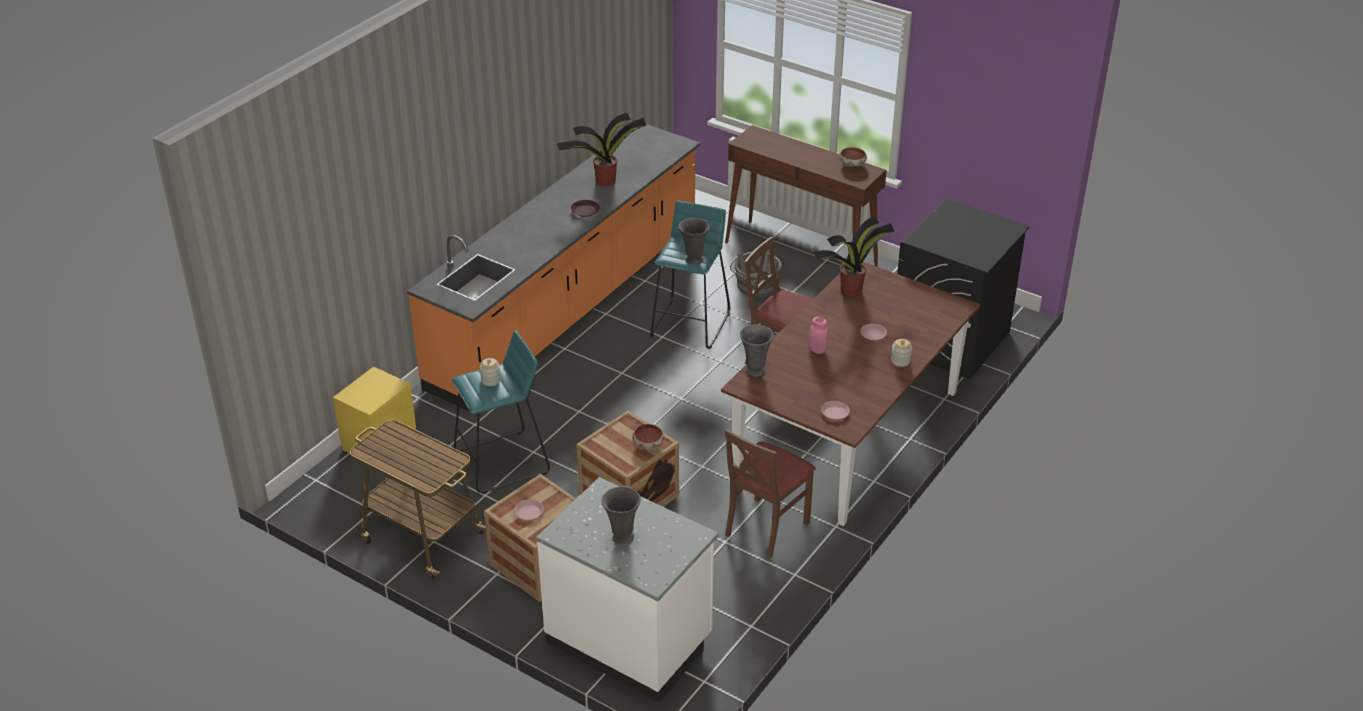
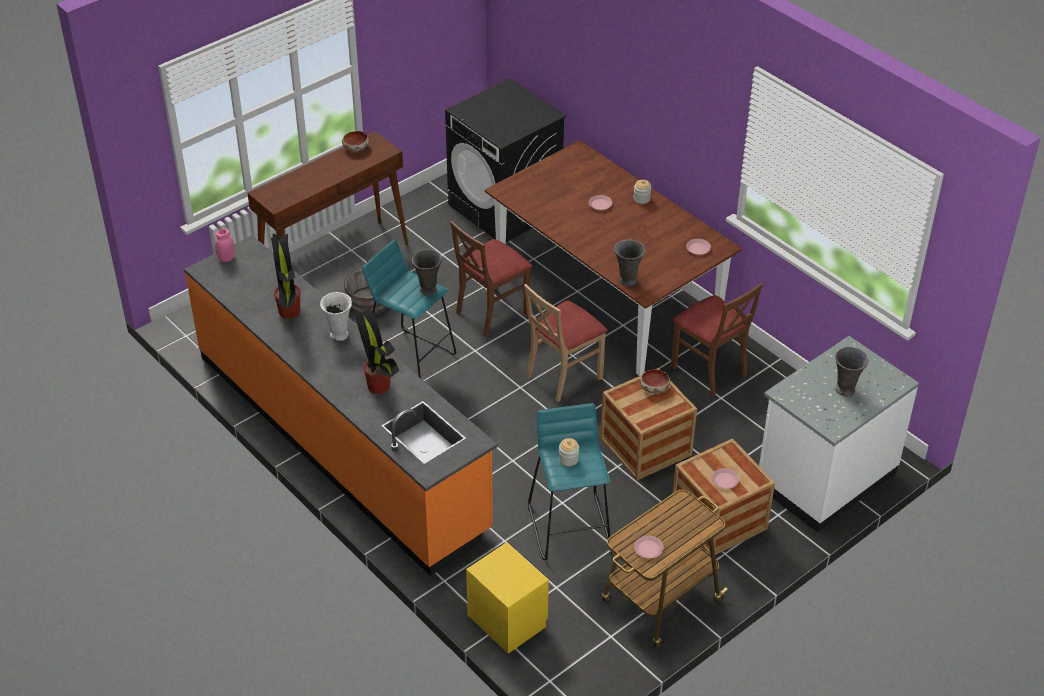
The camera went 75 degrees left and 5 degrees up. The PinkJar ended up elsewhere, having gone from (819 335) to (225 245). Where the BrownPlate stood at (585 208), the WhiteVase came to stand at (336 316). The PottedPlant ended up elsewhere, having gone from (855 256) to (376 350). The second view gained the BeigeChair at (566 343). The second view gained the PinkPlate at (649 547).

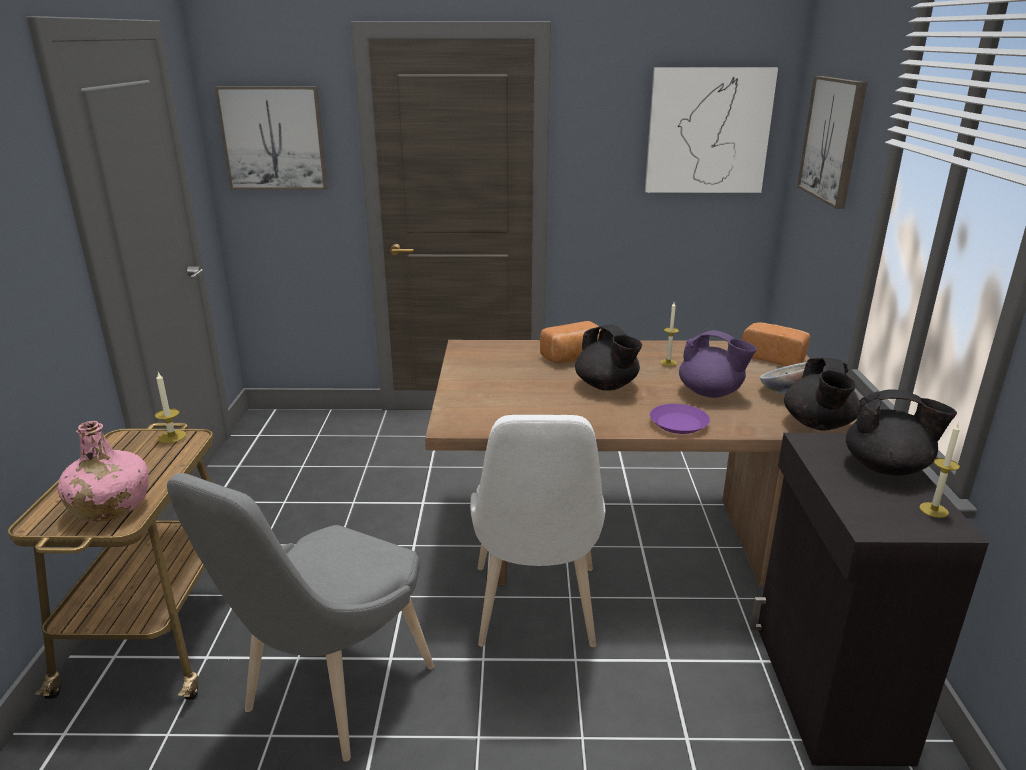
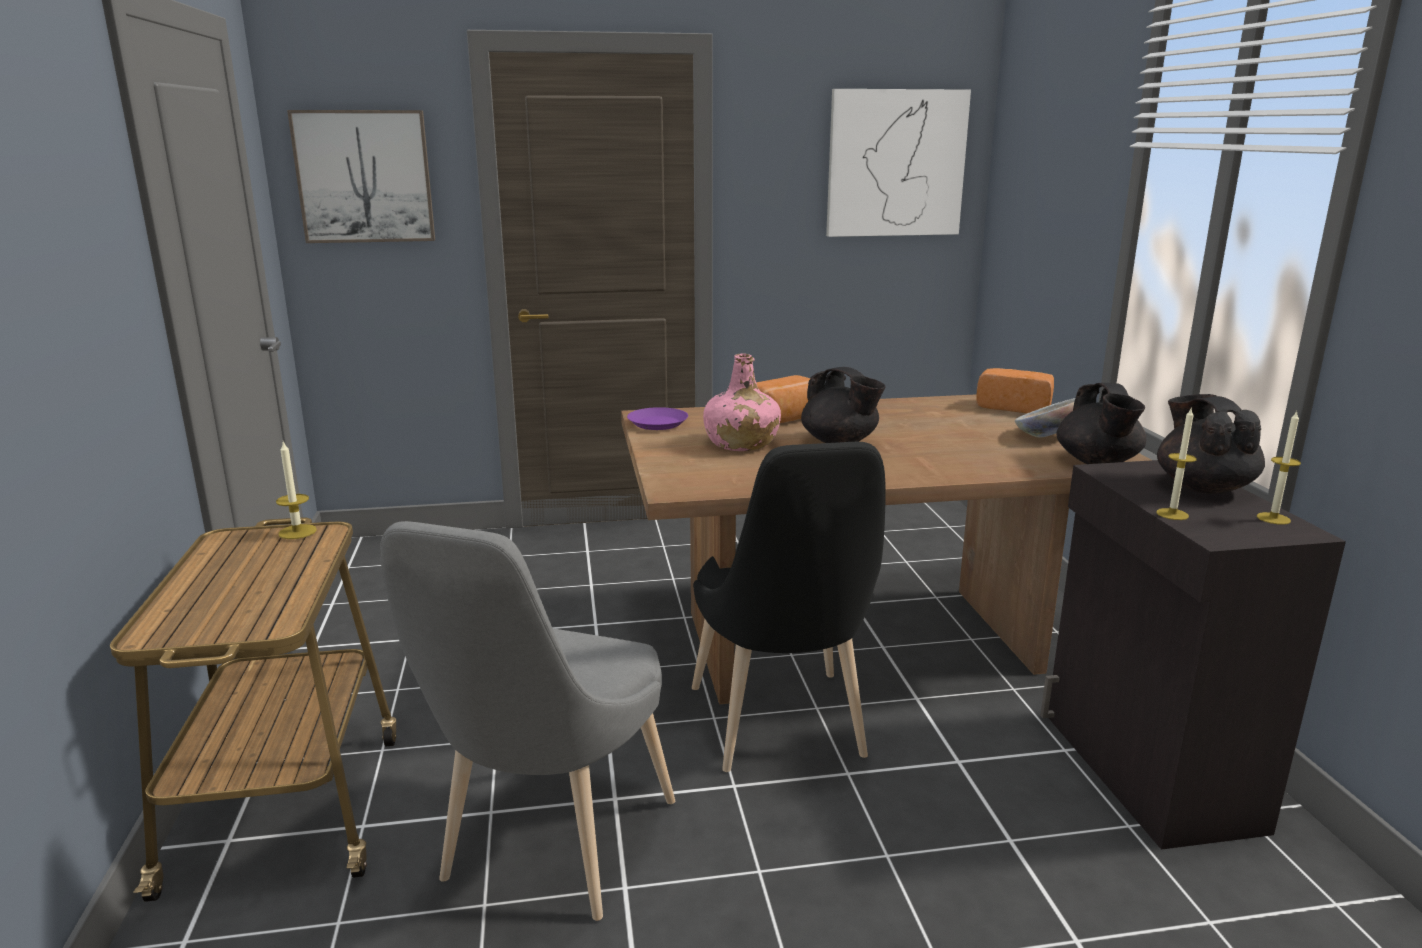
The camera went 10 degrees left and 5 degrees down. The PurplePlate ended up elsewhere, having gone from (680 419) to (657 418). What was the WhiteChair at (537 531) turned into the BlackChair at (789 607). The PinkBottle ended up elsewhere, having gone from (103 471) to (742 402). The BlackTeapot at (901 432) ended up facing another way, 105 degrees counterclockwise from before. The Candle ended up elsewhere, having gone from (669 334) to (1177 463). The second view lost the PurpleTeapot at (718 364). The second view lost the Picture at (832 142).

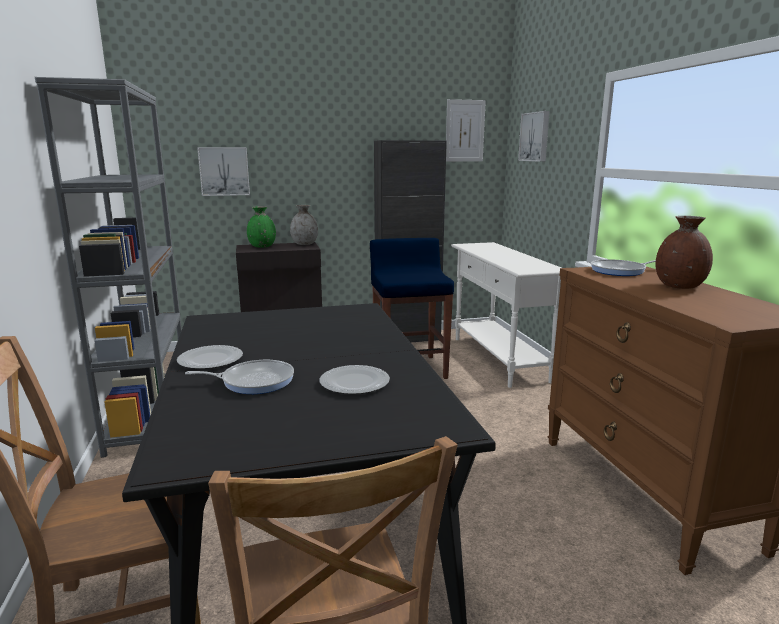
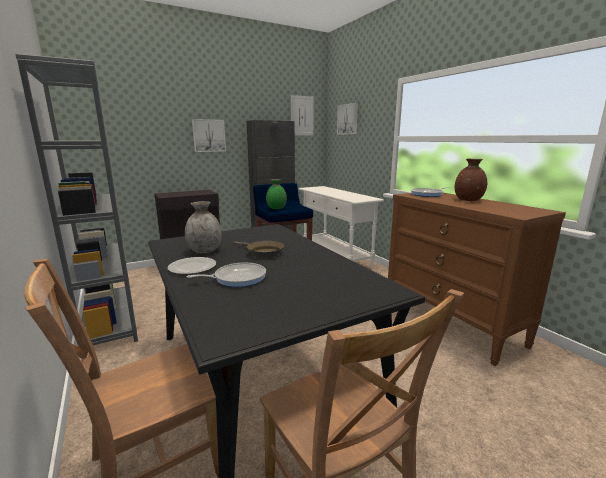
The camera went 15 degrees left and 0 degrees up. The GreyVase ended up elsewhere, having gone from (304 225) to (203 227). The Picture ended up elsewhere, having gone from (223 171) to (209 135). The second view gained the BrownFryingPan at (259 249). The GreenVase ended up elsewhere, having gone from (261 227) to (276 194). The second view lost the Plate at (355 379).

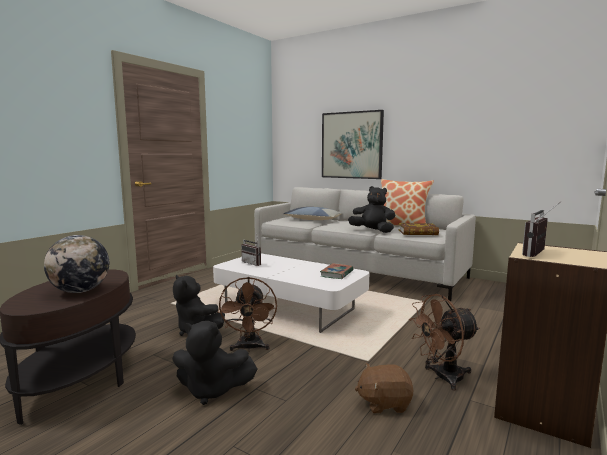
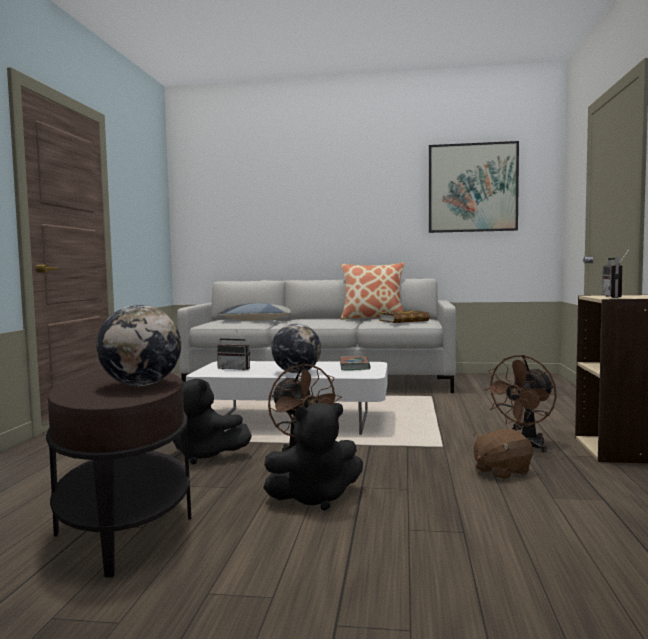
The camera went 25 degrees left and 5 degrees down. The second view gained the Globe at (296 348). The Picture ended up elsewhere, having gone from (353 144) to (474 187). The second view lost the BlackPlushToy at (371 209).

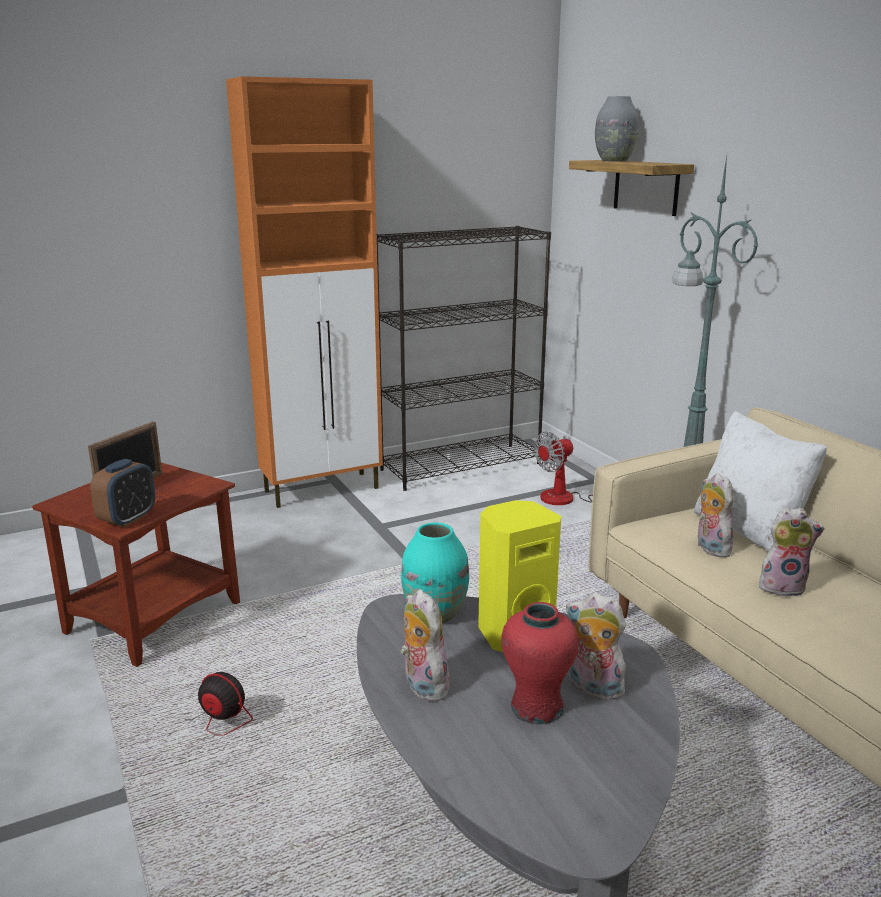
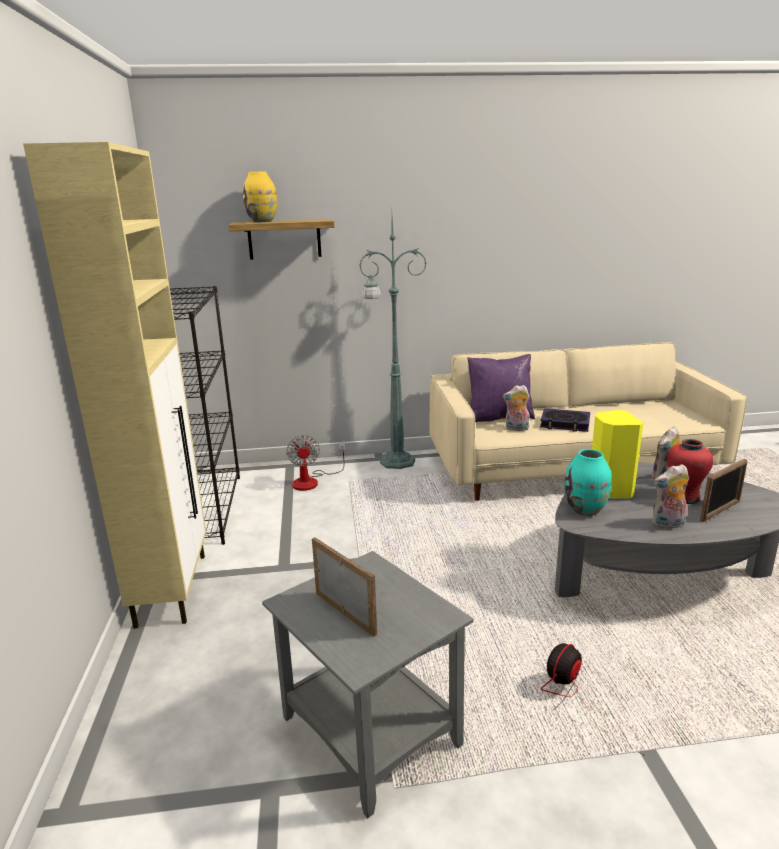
The camera went 70 degrees left and 0 degrees up. What was the OrangeCabinet at (304 292) turned into the BeigeCabinet at (114 385). What was the GreyVase at (617 128) turned into the YellowVase at (260 197). What was the BrownSideTable at (136 565) turned into the GreySideTable at (368 685). What was the WhitePillow at (760 481) turned into the PurplePillow at (501 388). Where the PlushToy stood at (792 552), the Book came to stand at (565 420). The second view gained the PictureFrame at (724 490). The second view lost the AlarmClock at (122 493).

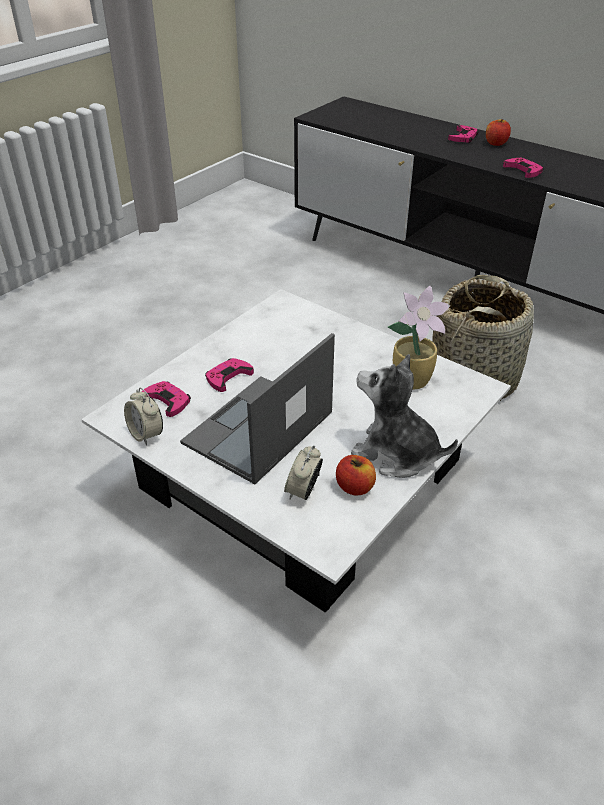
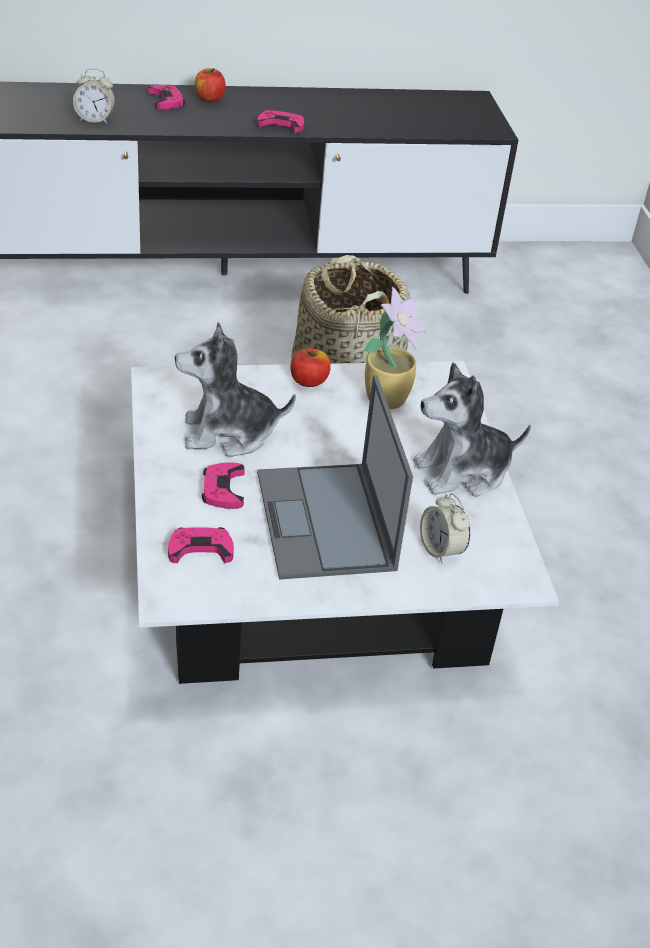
The camera went 50 degrees left and 0 degrees up. The AlarmClock ended up elsewhere, having gone from (143 417) to (94 96). The second view gained the PlushToy at (235 389). The Apple ended up elsewhere, having gone from (356 475) to (310 367).

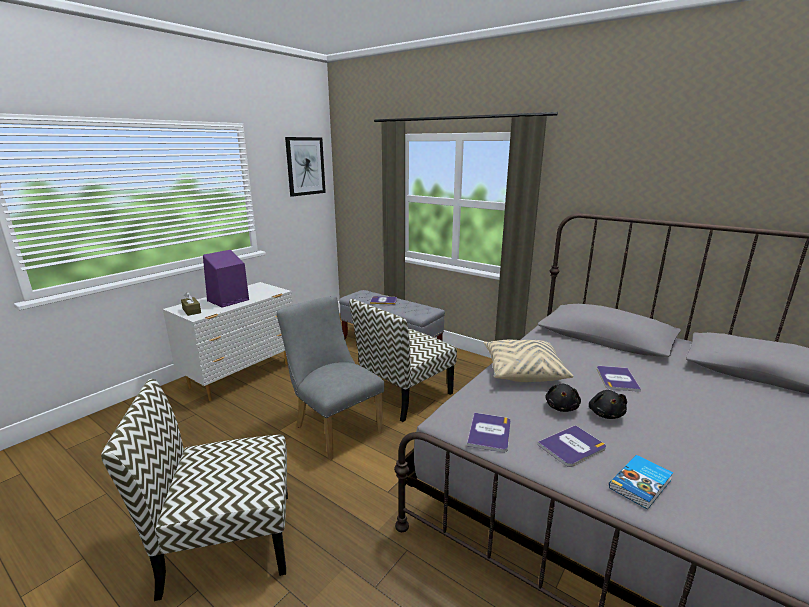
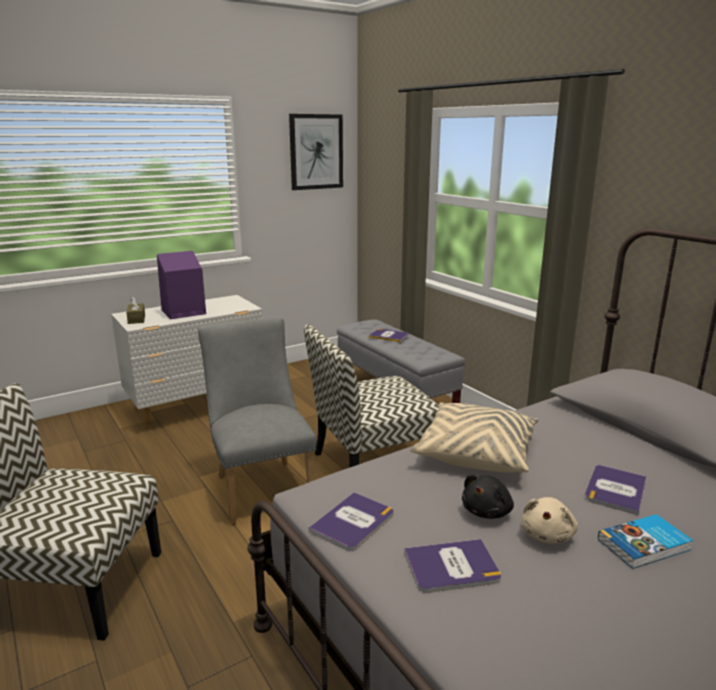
The camera went 20 degrees right and 0 degrees up. What was the BlackPlushToy at (608 404) turned into the BeigePlushToy at (550 520). The Book ended up elsewhere, having gone from (641 482) to (645 541).

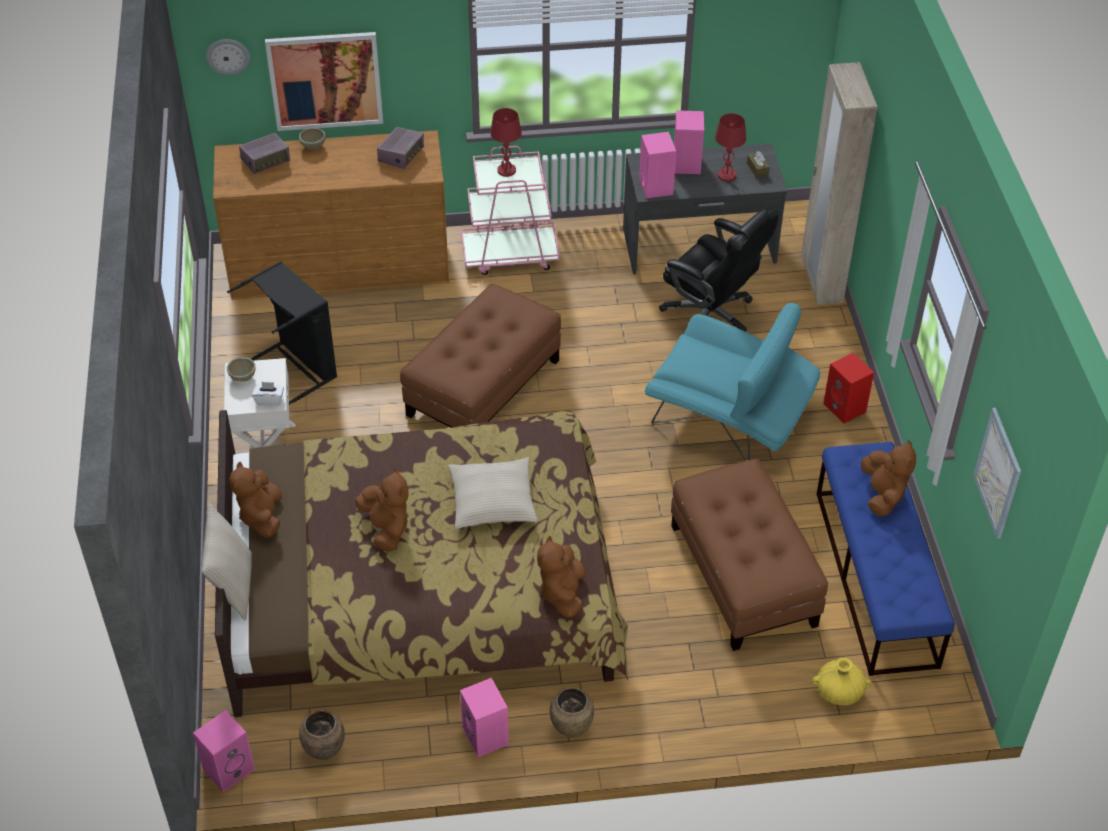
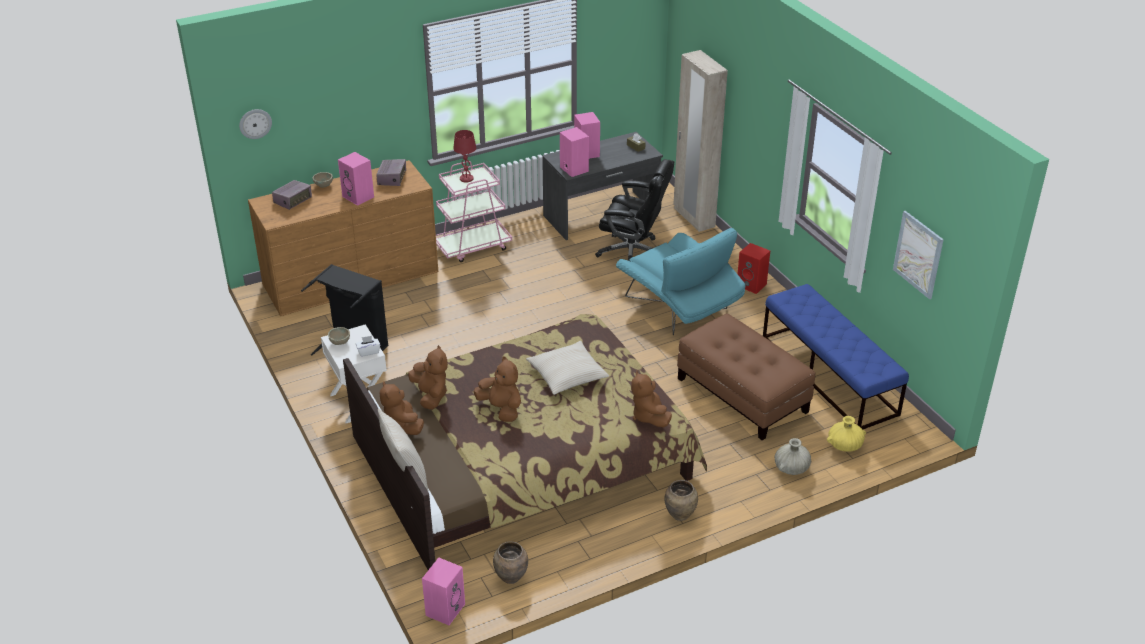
The camera went 20 degrees left and 10 degrees down. The PinkSpeaker ended up elsewhere, having gone from (484 717) to (356 179). The BrownPlushToy ended up elsewhere, having gone from (888 478) to (428 377). The TurquoiseArmchair at (732 382) ended up facing another way, 45 degrees clockwise from before. The second view gained the BeigeVase at (793 456). The second view lost the Picture at (324 81). The second view lost the BrownOttoman at (480 356). The second view lost the RedTableLamp at (730 147).

